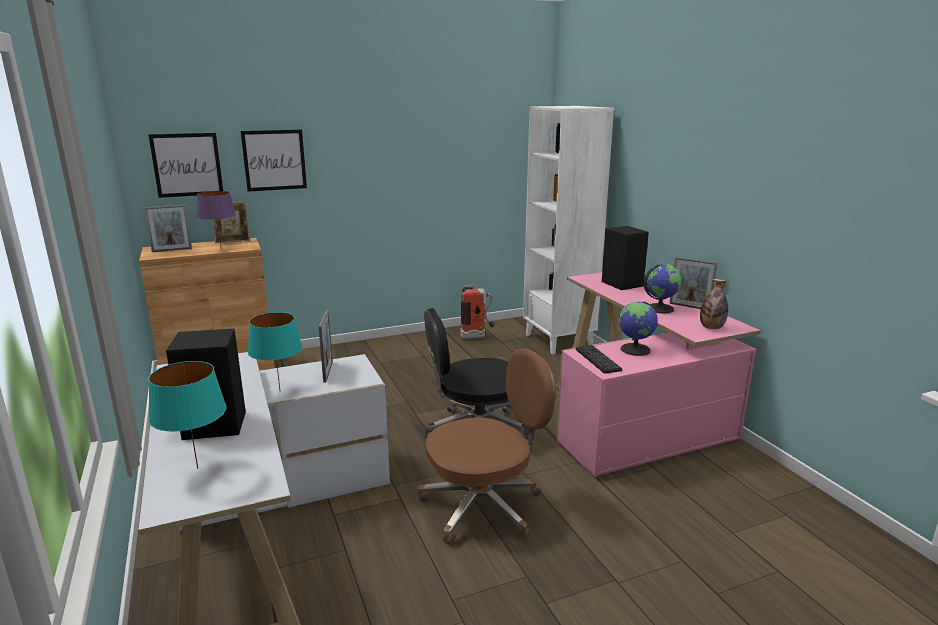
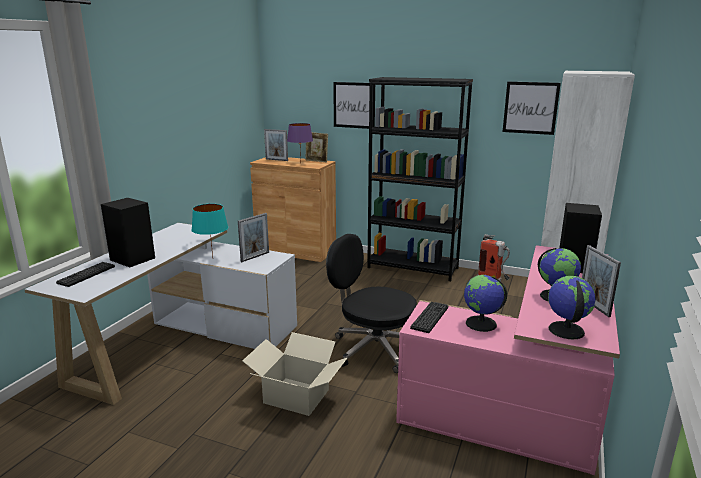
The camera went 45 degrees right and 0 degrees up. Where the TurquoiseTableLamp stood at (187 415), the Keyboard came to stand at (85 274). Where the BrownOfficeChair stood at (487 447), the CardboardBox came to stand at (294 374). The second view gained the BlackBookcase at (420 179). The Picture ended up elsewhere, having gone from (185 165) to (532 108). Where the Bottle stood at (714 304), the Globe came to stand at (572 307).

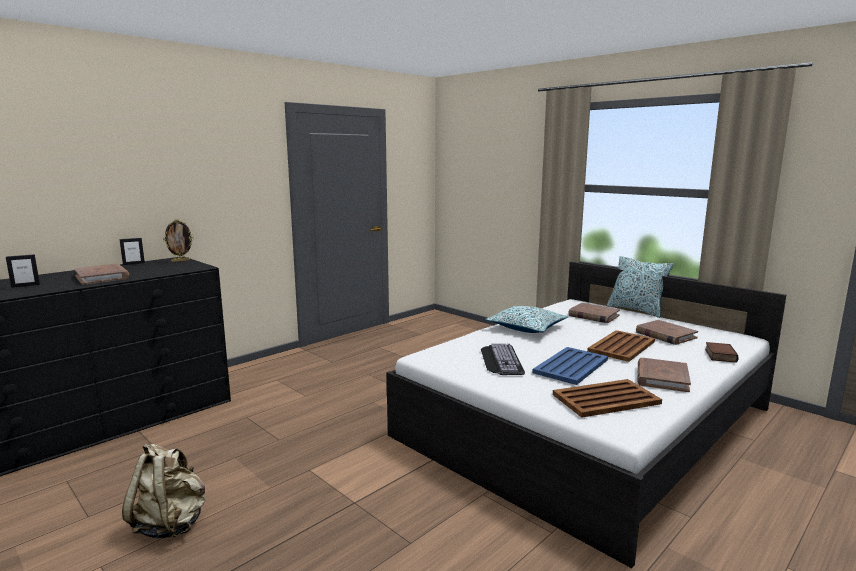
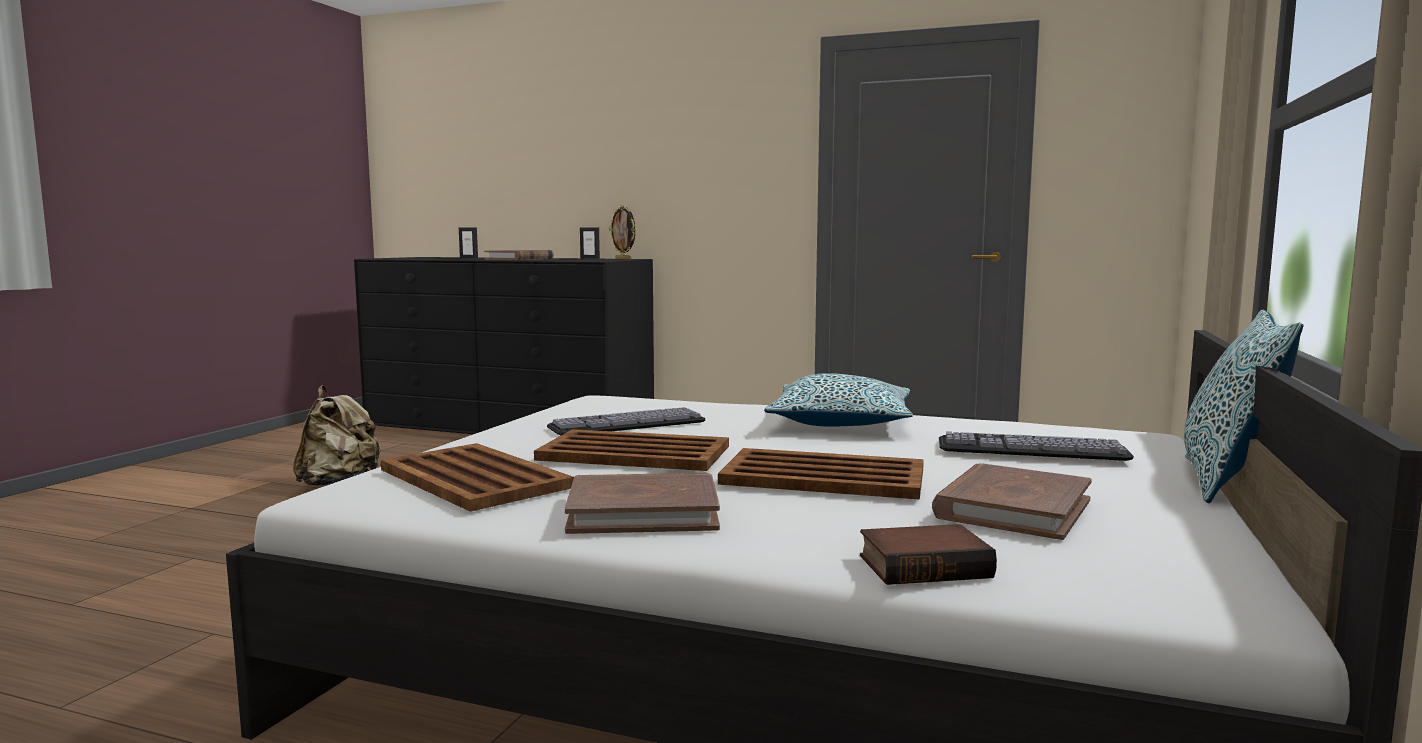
The camera went 65 degrees right and 5 degrees down. What was the BlueTray at (570 366) turned into the BrownTray at (631 450). Where the BrownBook stood at (594 313), the Keyboard came to stand at (1036 446).

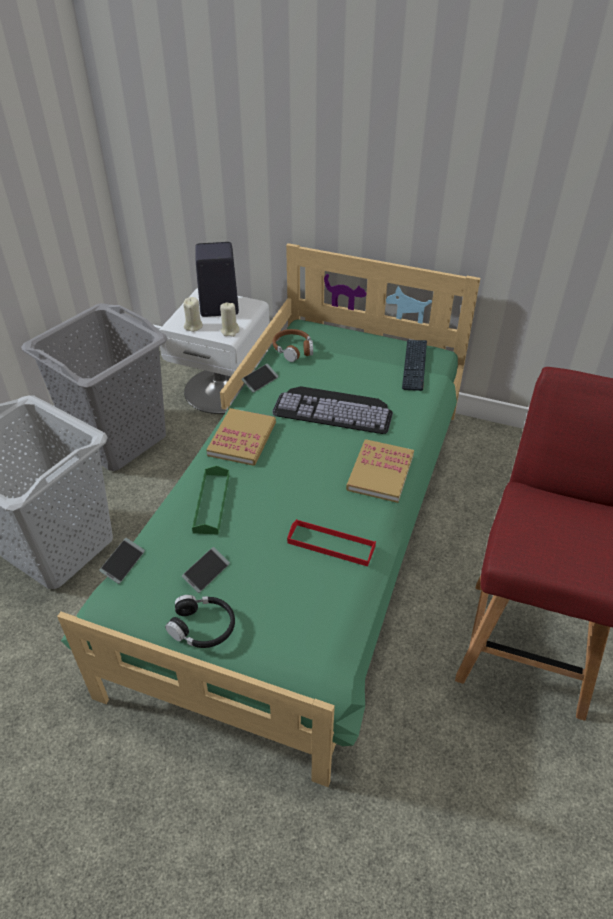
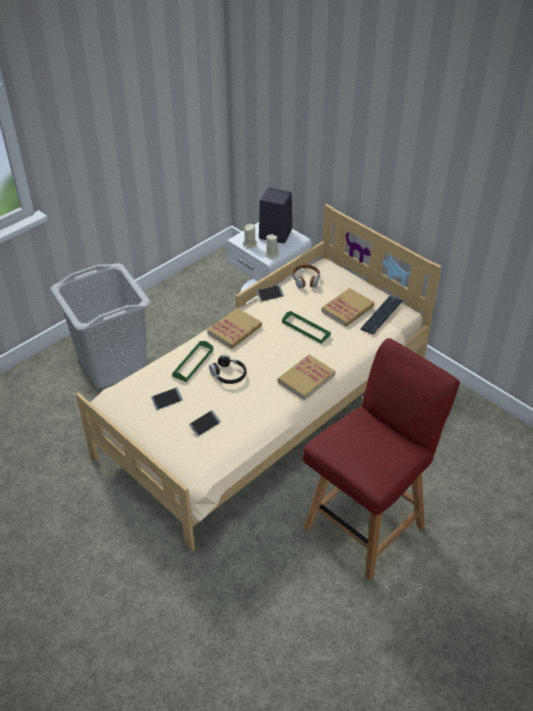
The camera went 25 degrees right and 0 degrees up. What was the GreenBed at (268 515) turned into the BeigeBed at (259 377). The Phone ended up elsewhere, having gone from (122 561) to (205 423). The BlackHeadphones ended up elsewhere, having gone from (200 621) to (228 369). Where the Keyboard stood at (332 410), the GreenTray came to stand at (306 327). The second view gained the Book at (348 307). The second view lost the GreyLaundryBasket at (94 387). The second view lost the RedTray at (331 543).

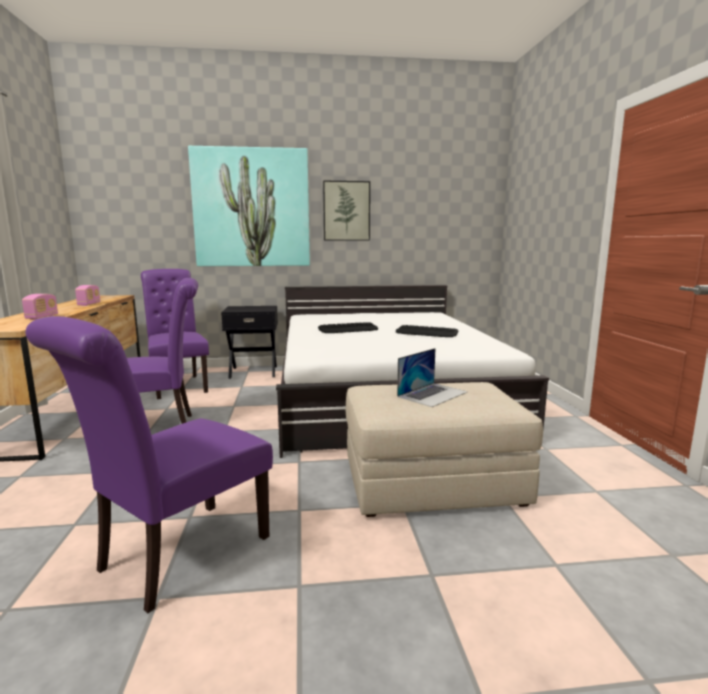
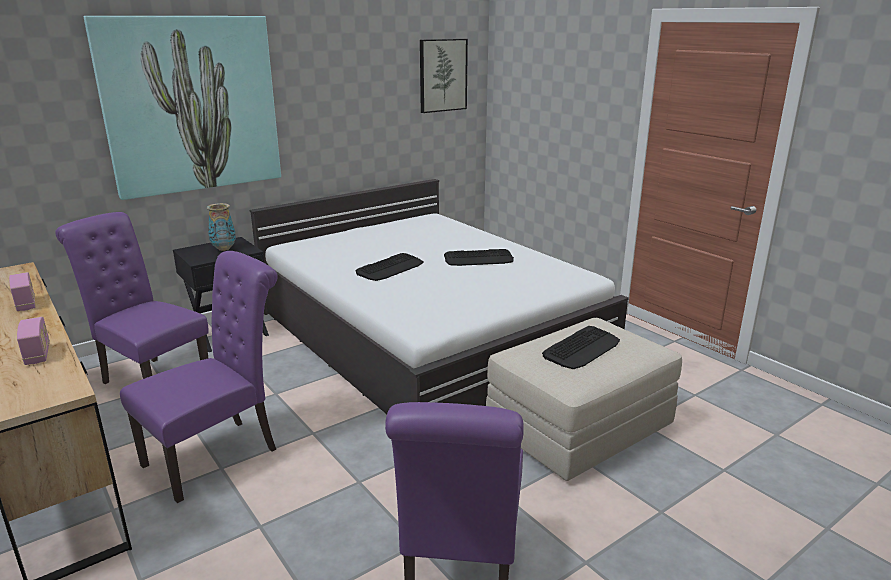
The camera went 30 degrees left and 10 degrees up. The second view gained the Vase at (221 227). The Picture ended up elsewhere, having gone from (346 211) to (444 76). Where the Laptop stood at (432 377), the Keyboard came to stand at (581 347).

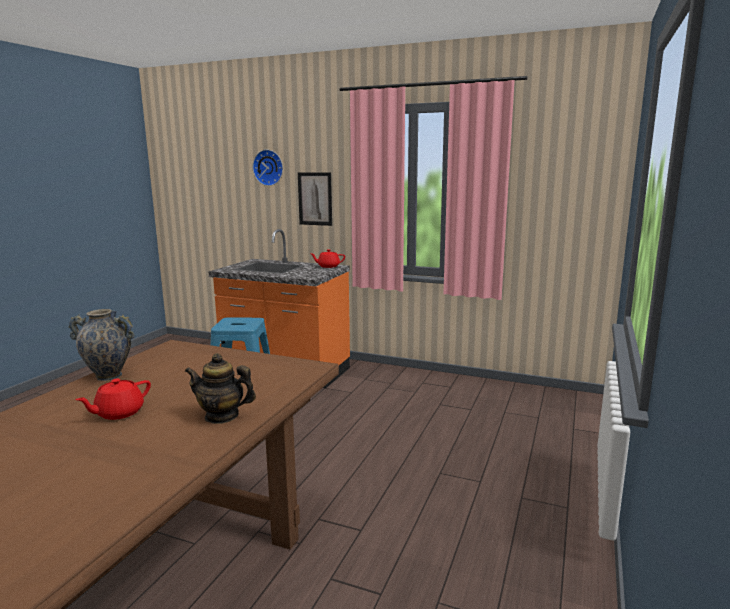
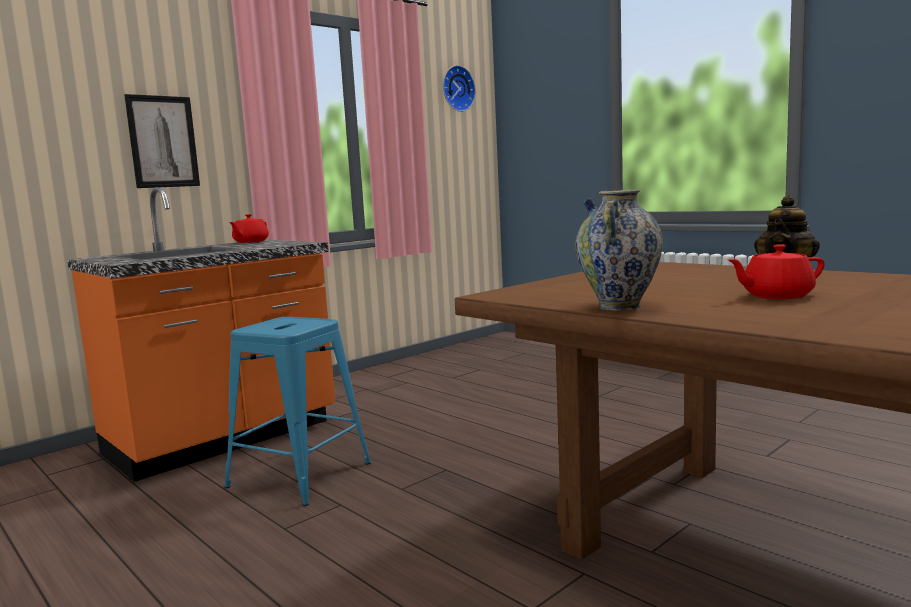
The camera went 65 degrees left and 5 degrees down. The WallClock ended up elsewhere, having gone from (268 168) to (459 88). The RedTeapot at (113 399) ended up facing another way, 105 degrees clockwise from before.

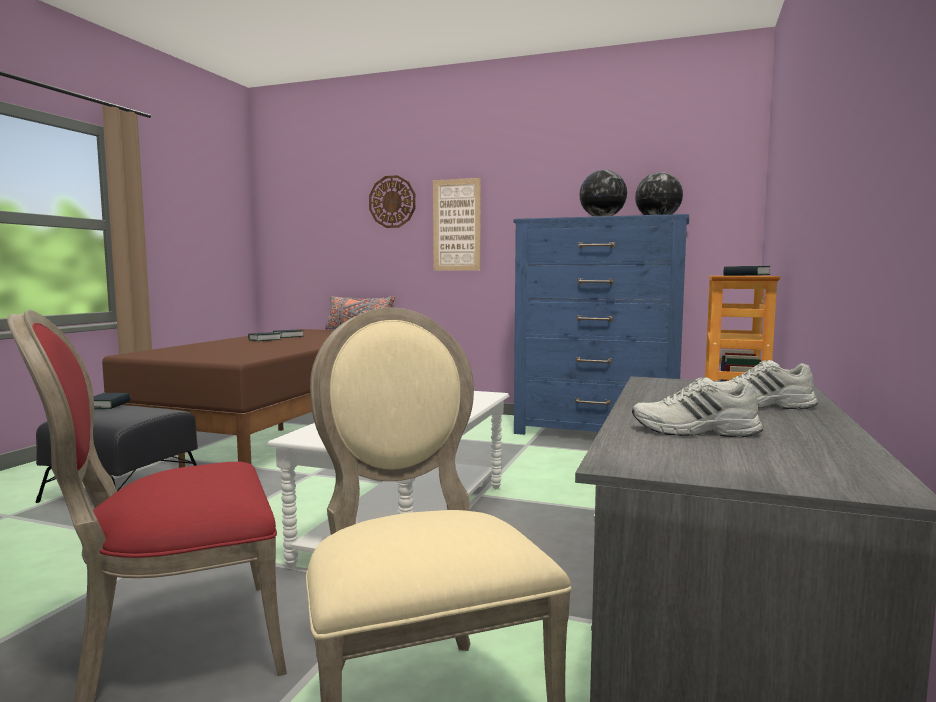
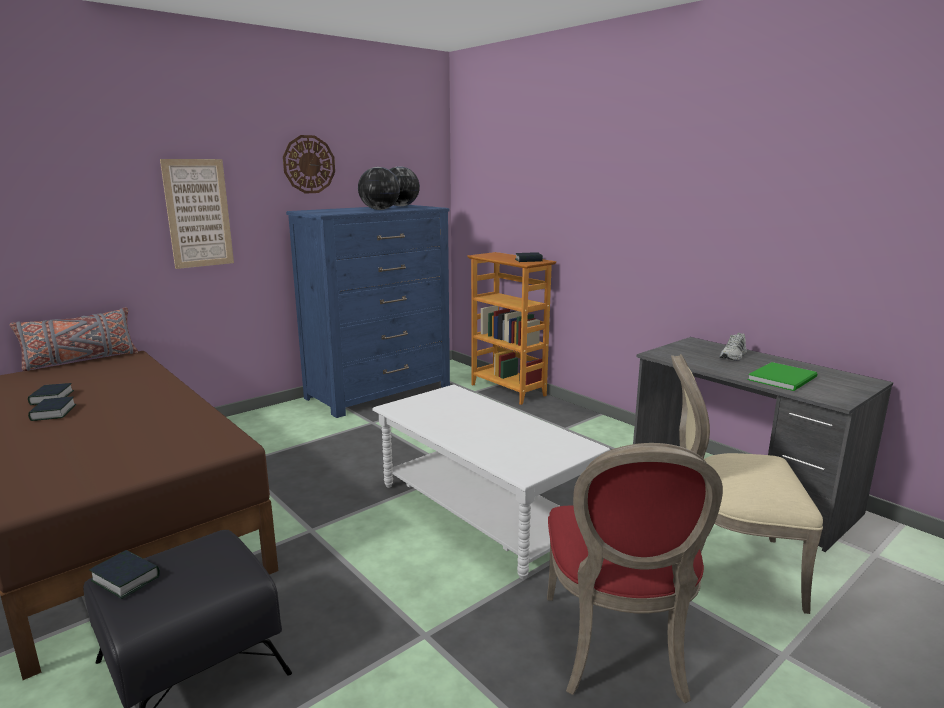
The camera went 60 degrees left and 10 degrees up. The WallClock ended up elsewhere, having gone from (392 201) to (309 164). Where the WhiteShoe stood at (697 407), the GreenBook came to stand at (783 376).

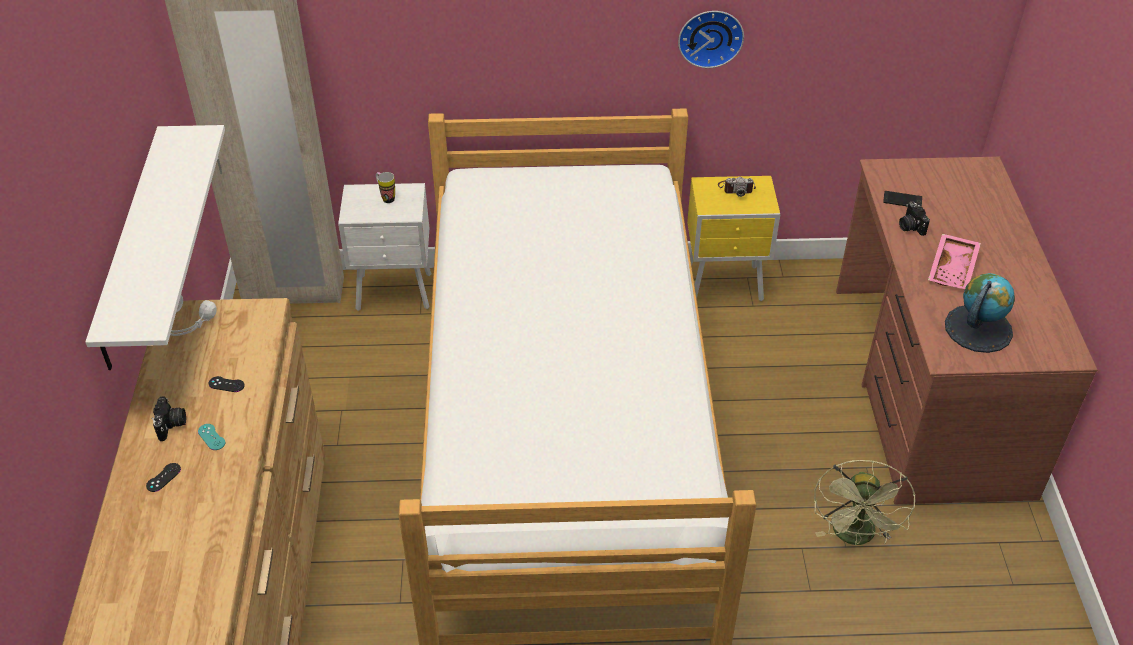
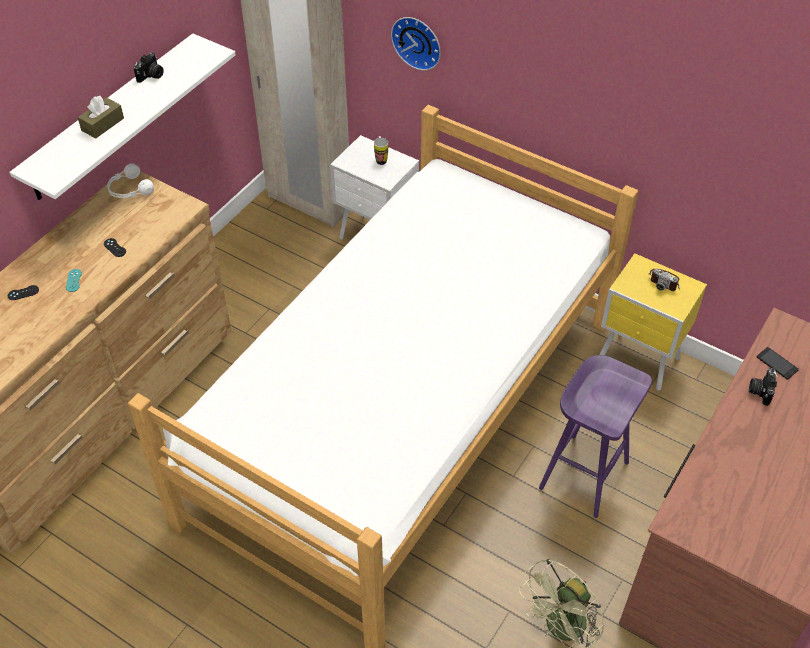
The camera went 35 degrees right and 5 degrees up. The second view gained the BrownTissueBox at (101 117). The PhotoCamera ended up elsewhere, having gone from (169 418) to (149 68). The WallClock ended up elsewhere, having gone from (711 39) to (416 44). The second view gained the PurpleStool at (595 436). The second view lost the PinkTray at (954 261). The second view lost the Globe at (980 313).

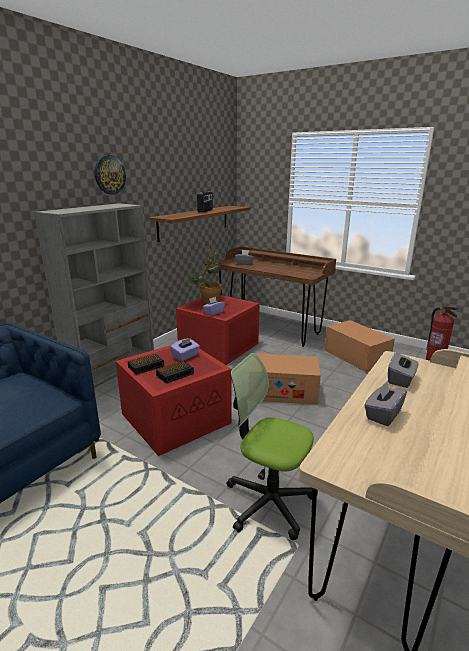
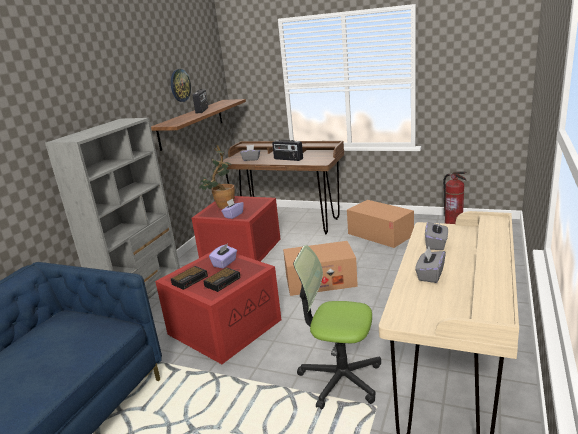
The camera went 10 degrees left and 0 degrees up. The WallClock ended up elsewhere, having gone from (110 175) to (181 85). The second view gained the Radio at (287 150).

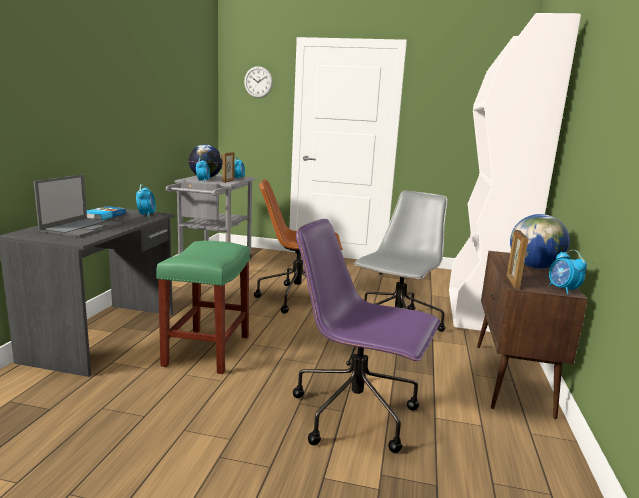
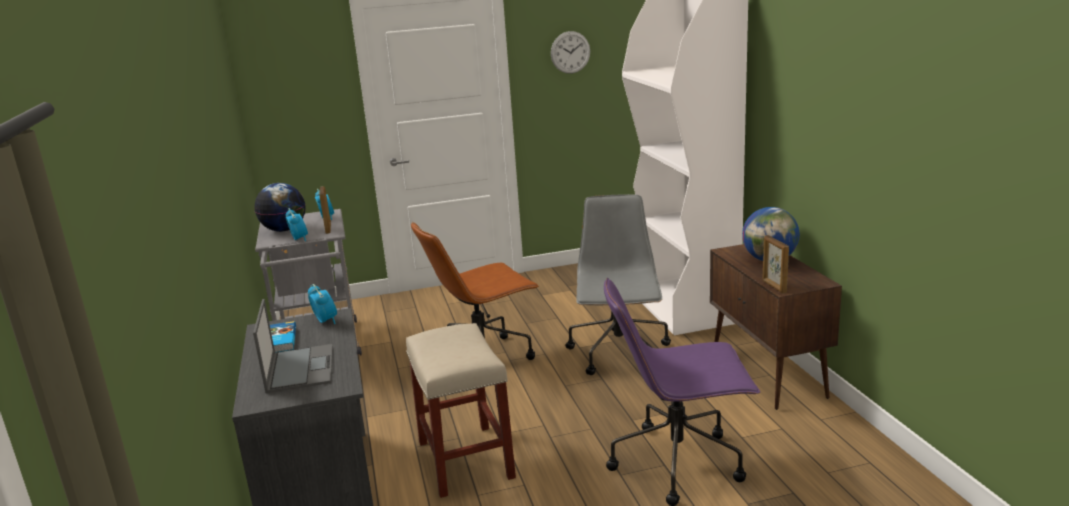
The camera went 25 degrees left and 5 degrees up. What was the GreenStool at (203 307) turned into the BeigeStool at (461 410). The WallClock ended up elsewhere, having gone from (258 82) to (570 52). The second view lost the AlarmClock at (568 272).

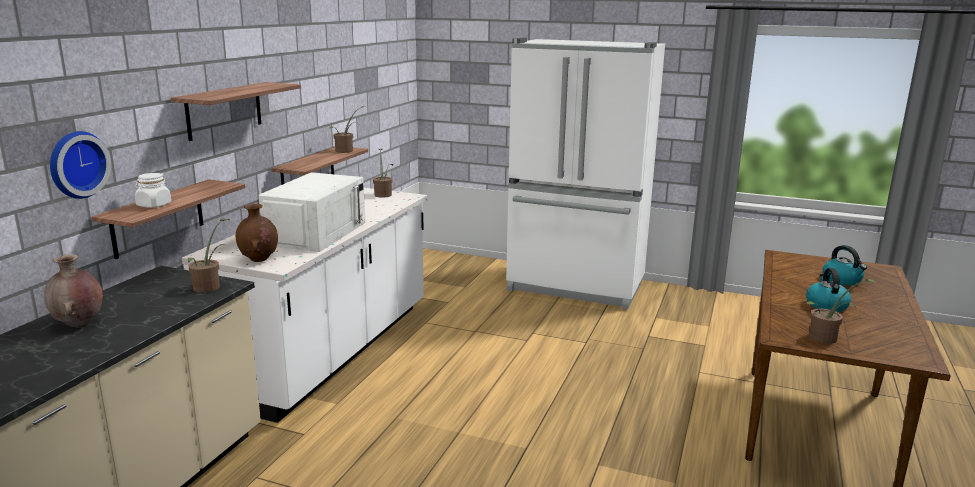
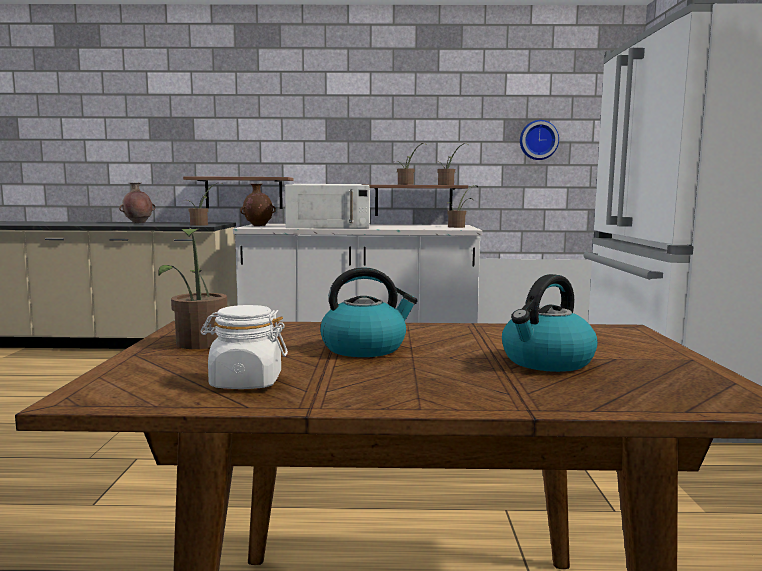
The camera went 70 degrees right and 10 degrees down. The WhiteJar ended up elsewhere, having gone from (153 190) to (244 347). The second view gained the PottedPlant at (410 164). The WallClock ended up elsewhere, having gone from (80 165) to (539 140). The second view lost the Shelf at (236 111).

